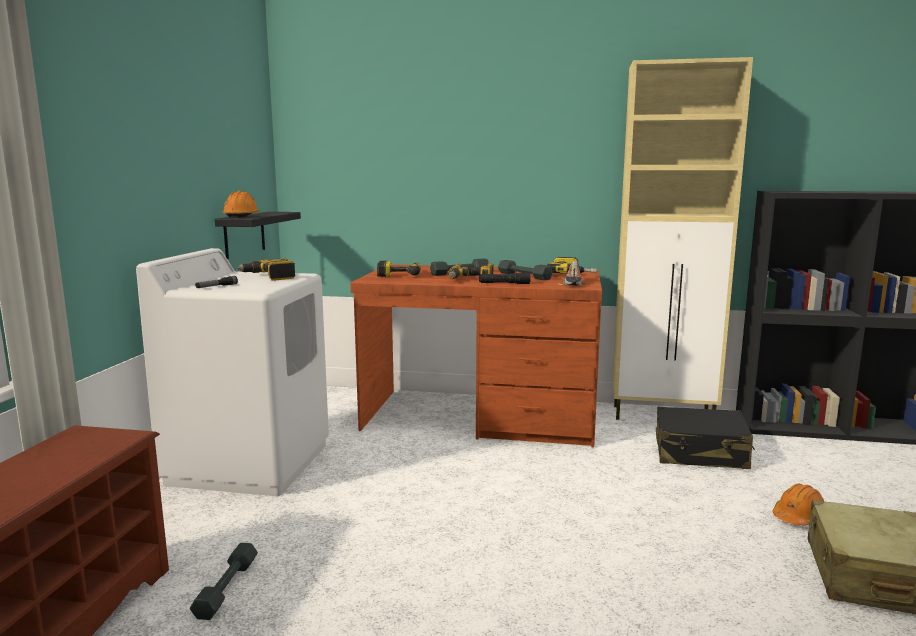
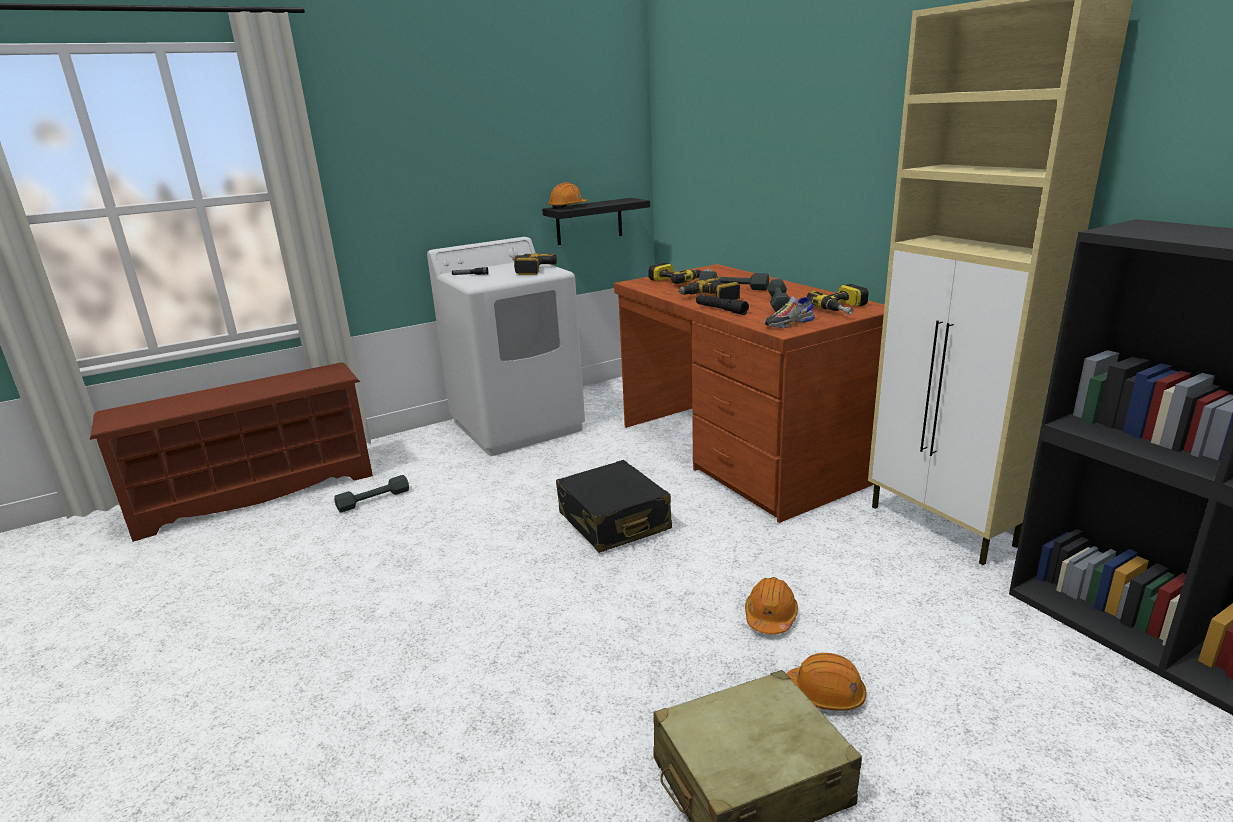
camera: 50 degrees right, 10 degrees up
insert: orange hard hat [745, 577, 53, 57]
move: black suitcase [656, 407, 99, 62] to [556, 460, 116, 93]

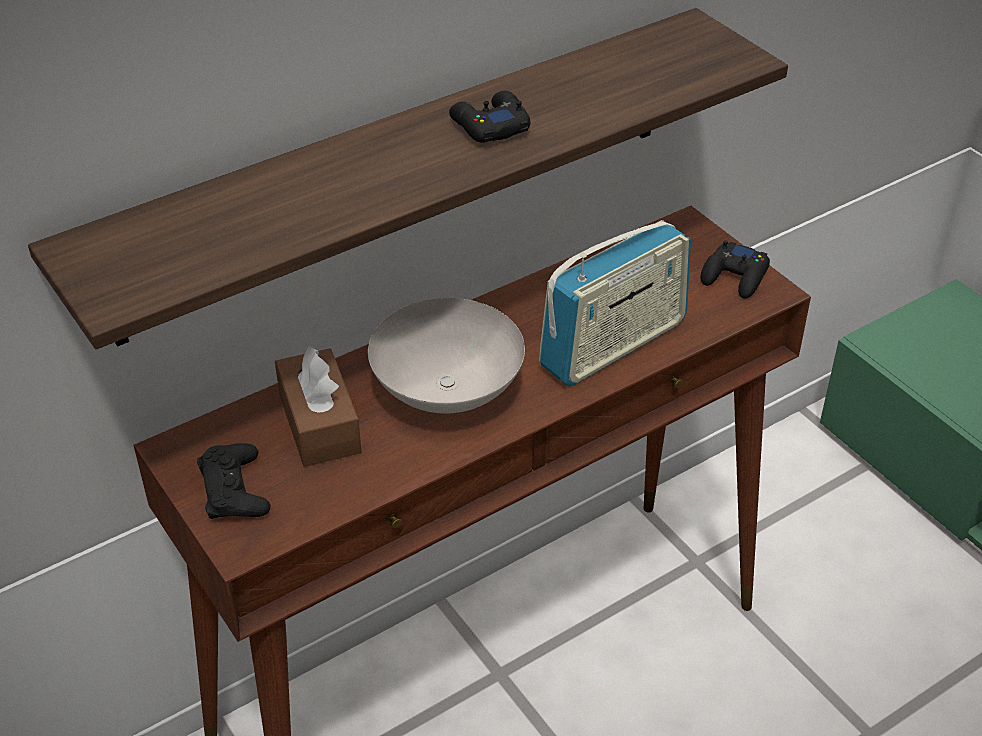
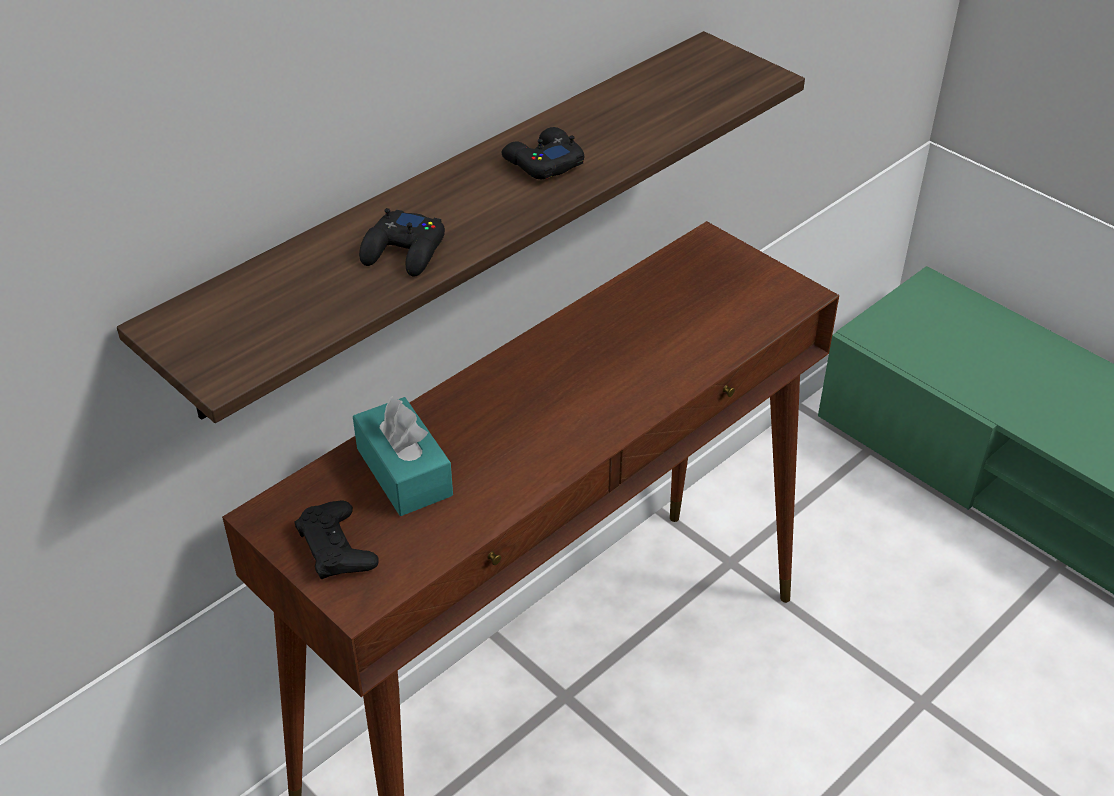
camera: 10 degrees left, 0 degrees up
delete: white bowl [368, 298, 157, 116]; radio [539, 220, 152, 166]
move: black game controller [701, 240, 69, 59] to [359, 208, 86, 69]
recolor: brown tissue box [275, 345, 86, 122] to turquoise tissue box [353, 395, 100, 121]

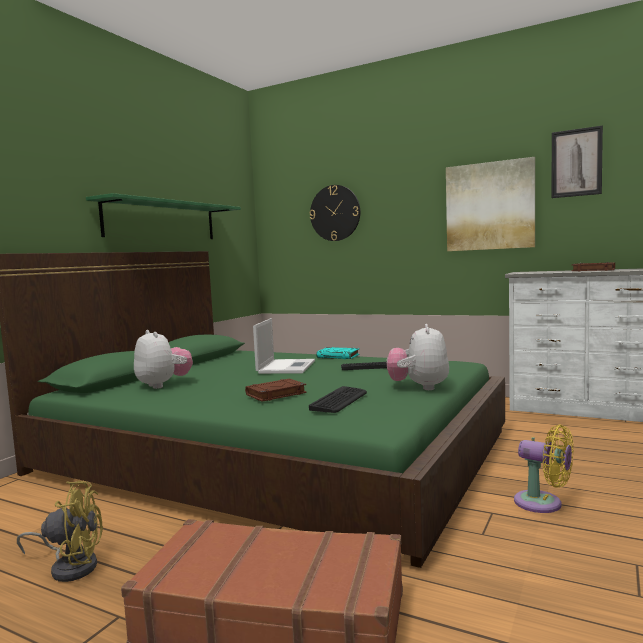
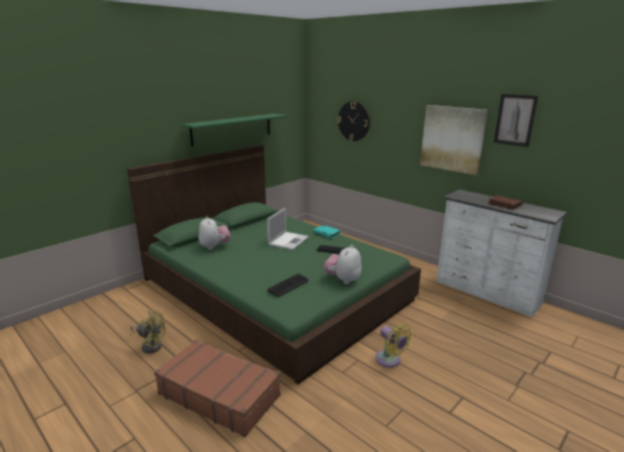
camera: 15 degrees right, 15 degrees up
delete: brown book [245, 378, 62, 24]

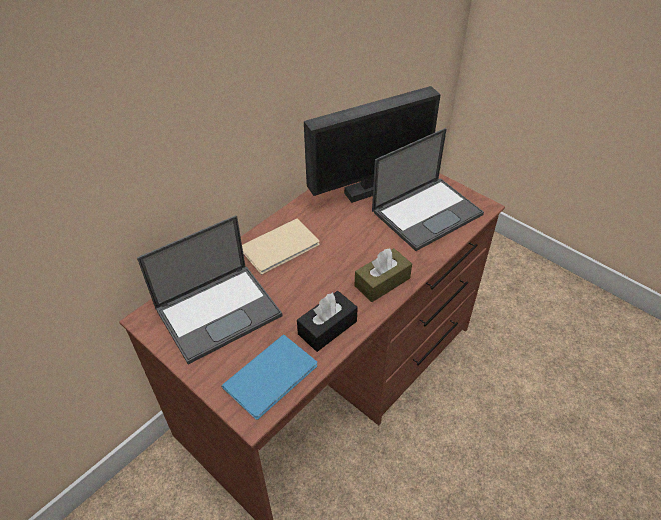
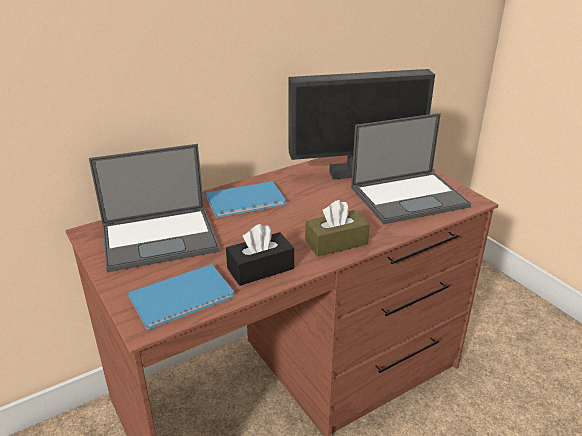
camera: 15 degrees right, 15 degrees down
recolor: beige book [242, 219, 78, 55] to blue book [206, 181, 80, 37]

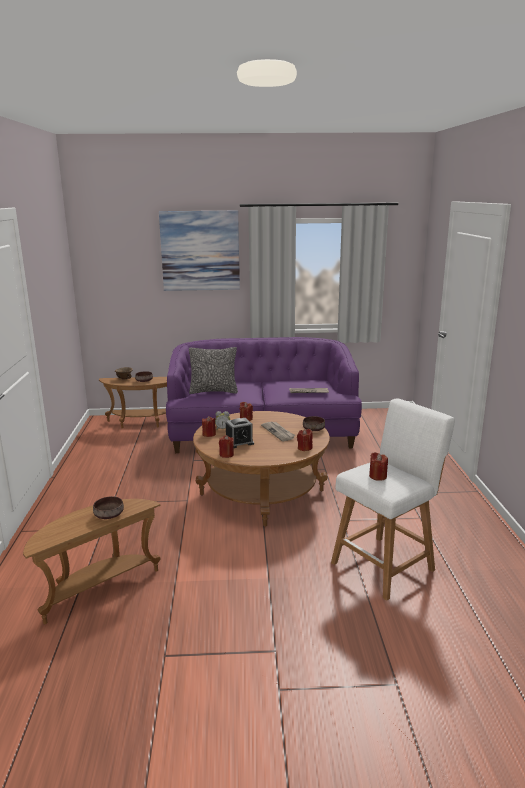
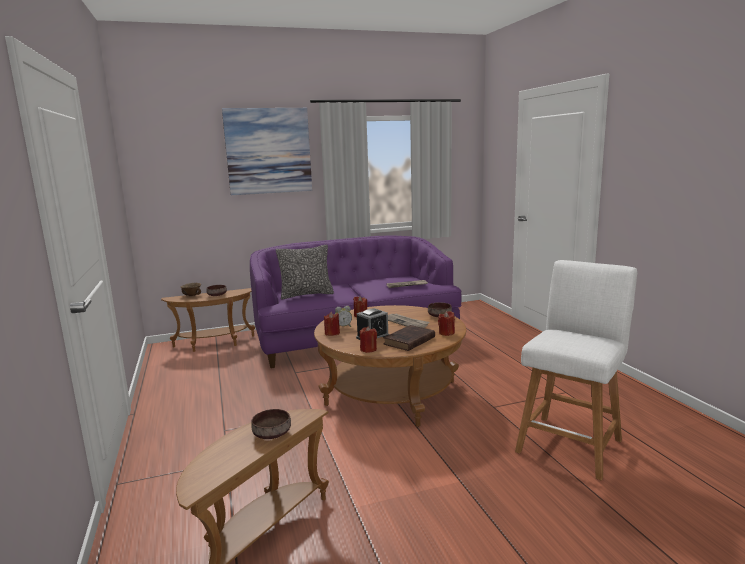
camera: 15 degrees left, 5 degrees down
delete: red candle [369, 452, 19, 29]
insert: brown book [383, 325, 52, 26]

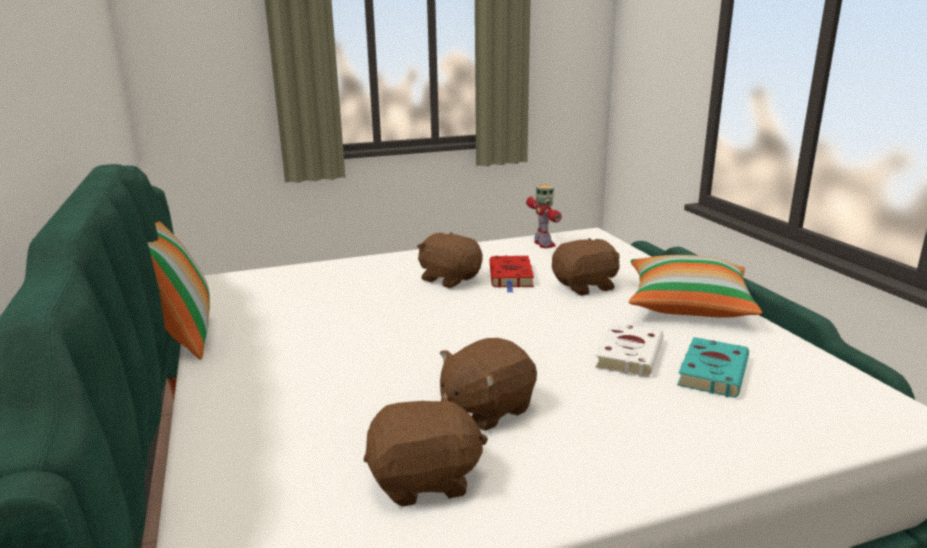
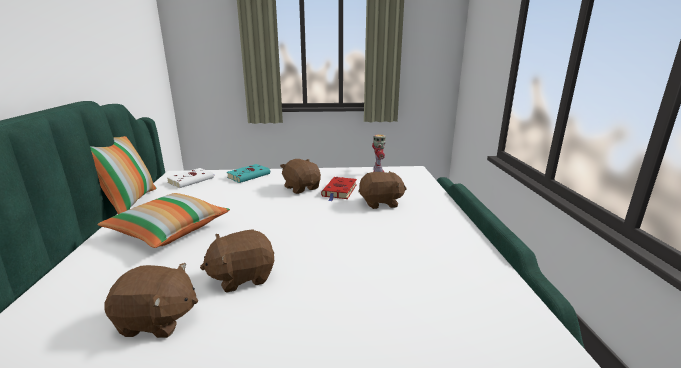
camera: 15 degrees right, 0 degrees up
move: pillow [629, 255, 133, 63] to [97, 193, 133, 55]; white book [595, 322, 69, 55] to [166, 168, 48, 20]; turquoise book [677, 337, 72, 61] to [227, 164, 43, 19]

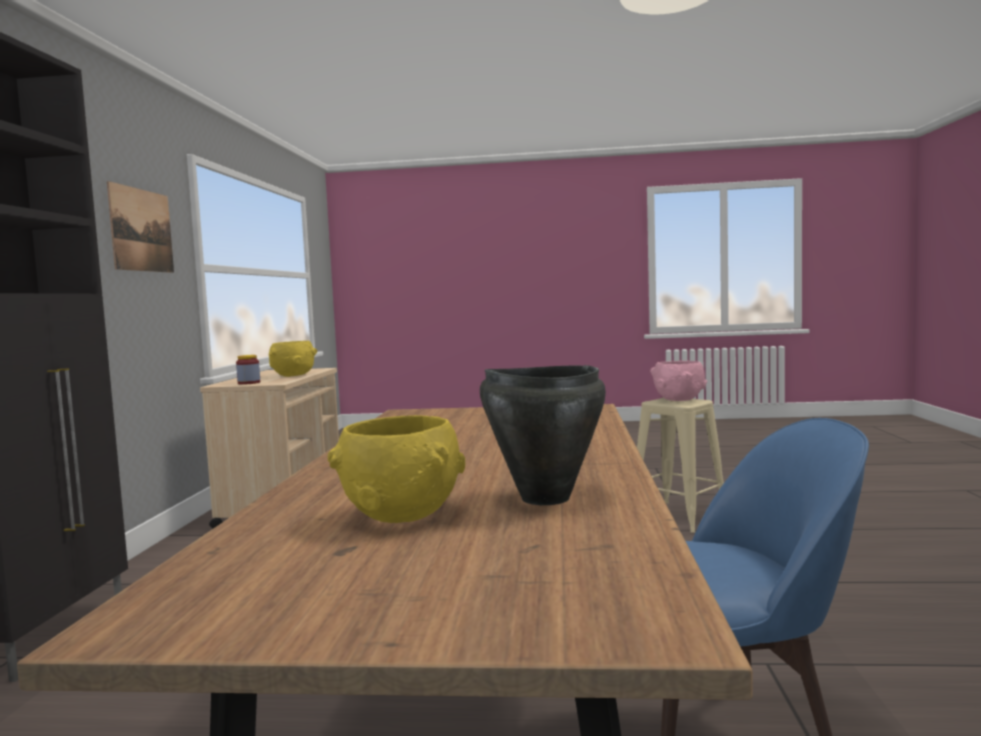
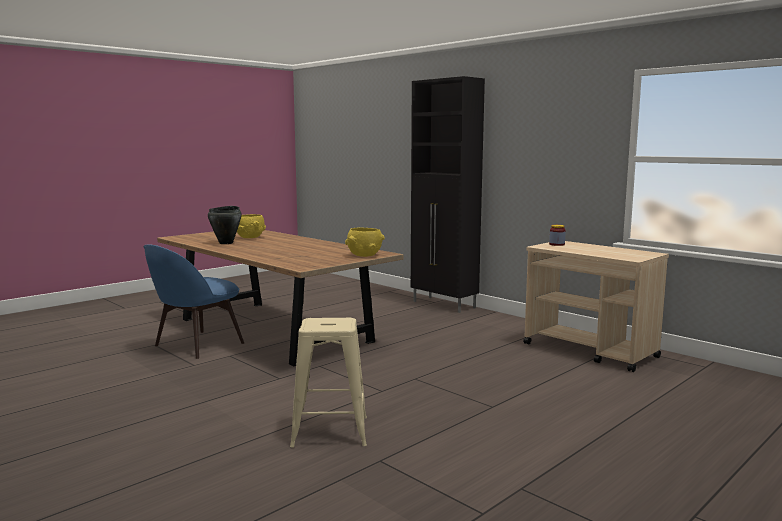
camera: 130 degrees right, 5 degrees up
delete: picture [107, 181, 67, 92]; pink bowl [650, 361, 57, 40]
move: yellow bowl [269, 341, 48, 36] to [345, 227, 40, 30]

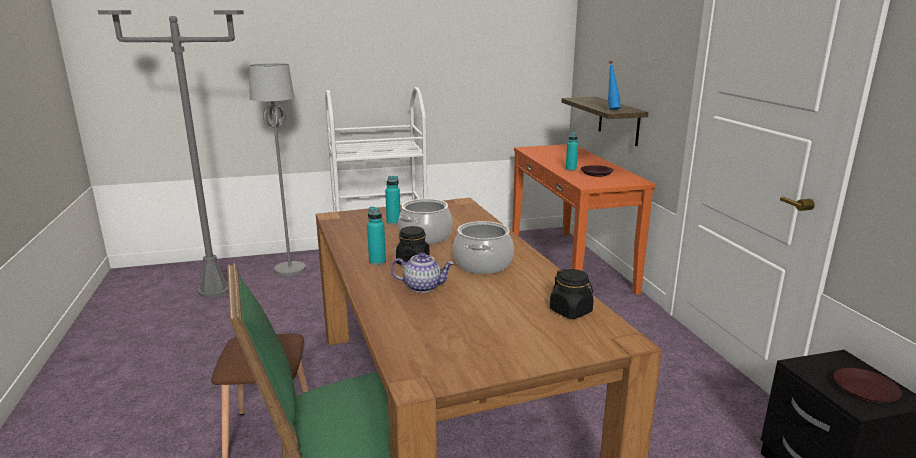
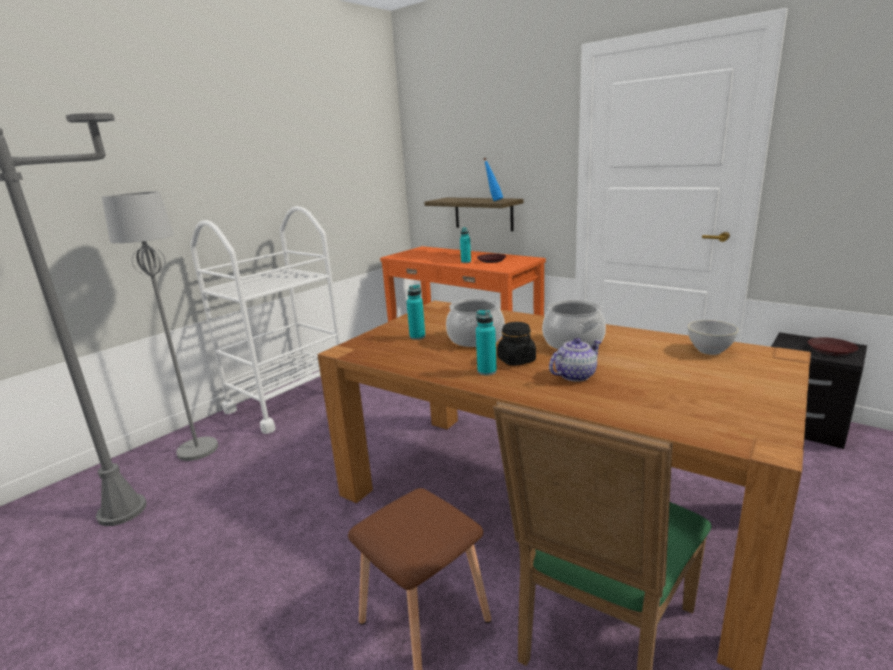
camera: 35 degrees left, 0 degrees up
replace: black jar [550, 269, 43, 50] to grey bowl [688, 320, 50, 35]

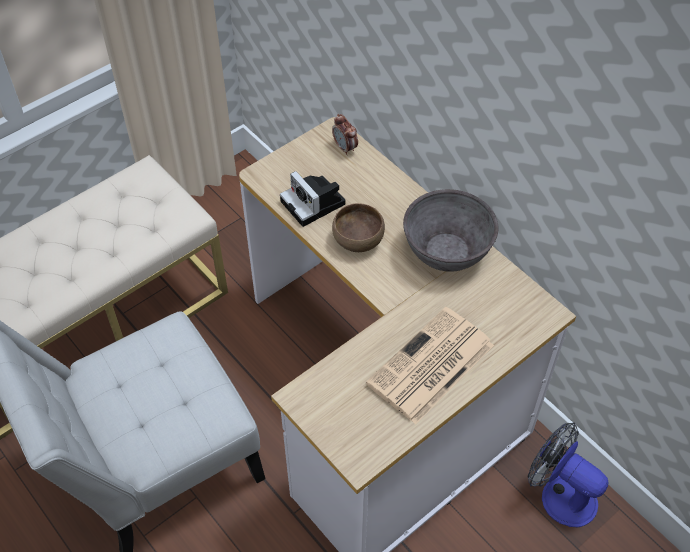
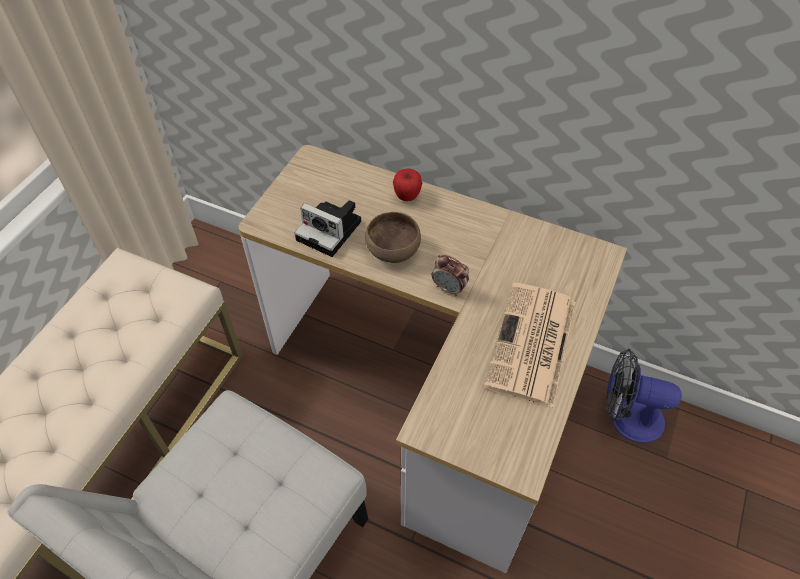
camera: 25 degrees left, 0 degrees up
delete: grey bowl [403, 189, 95, 83]
insert: apple [393, 168, 29, 33]
move: alarm clock [332, 114, 26, 41] to [432, 255, 37, 42]

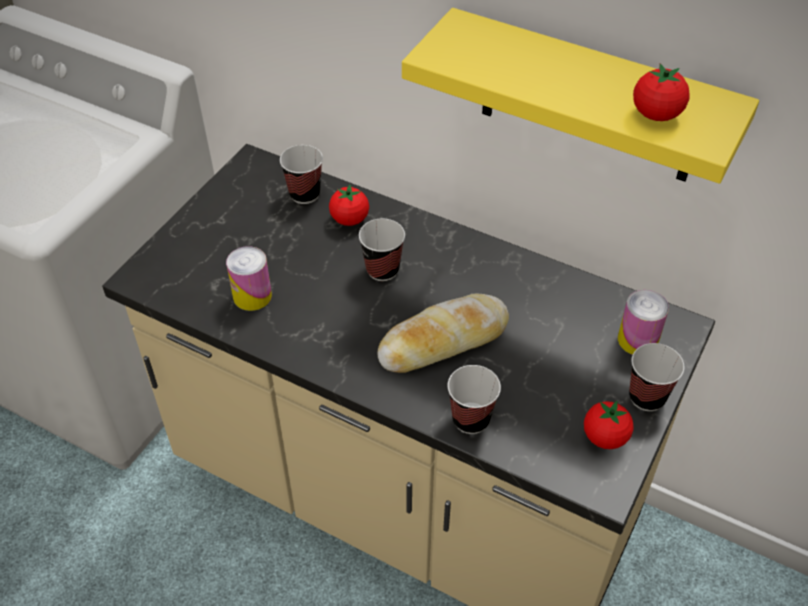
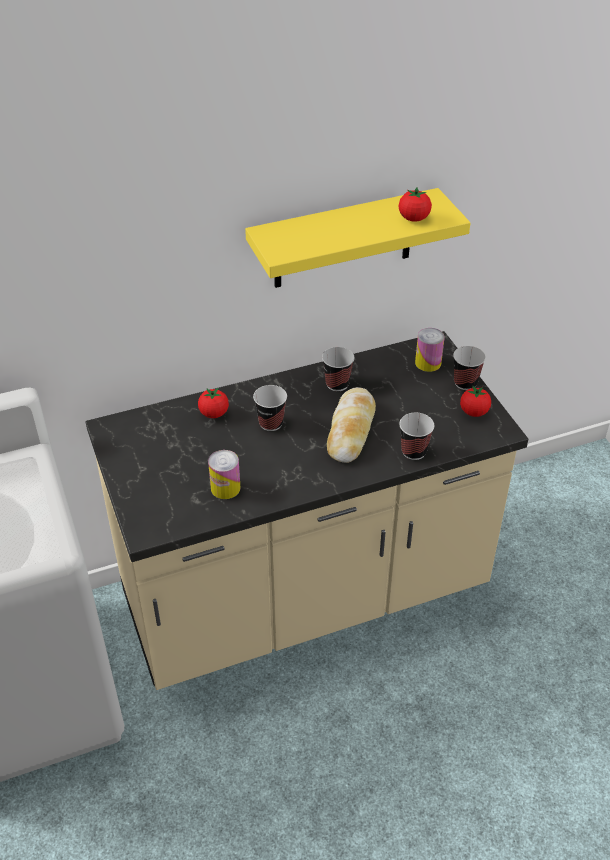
camera: 50 degrees left, 5 degrees down
move: cup [280, 145, 43, 59] to [322, 347, 32, 44]

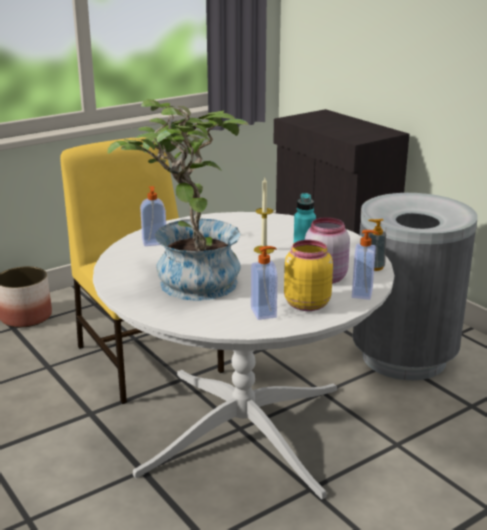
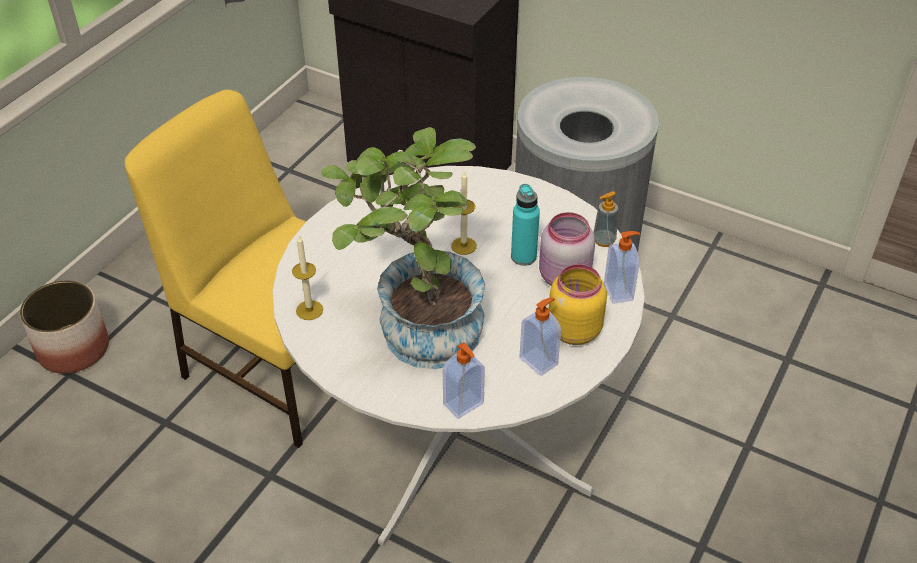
camera: 25 degrees left, 20 degrees up
insert: candle [292, 236, 31, 84]
move: soap dispenser [140, 186, 26, 60] to [443, 342, 42, 77]

